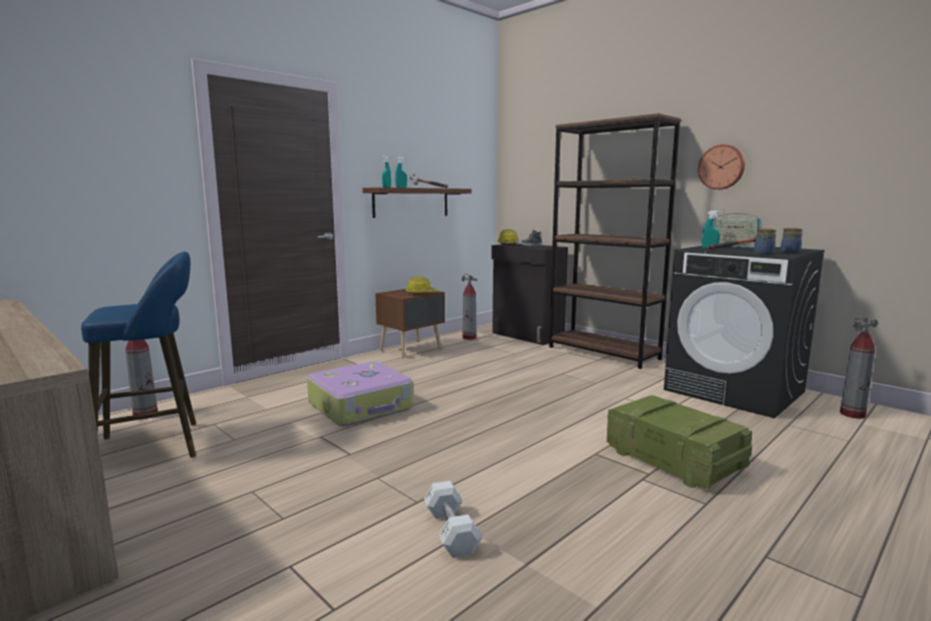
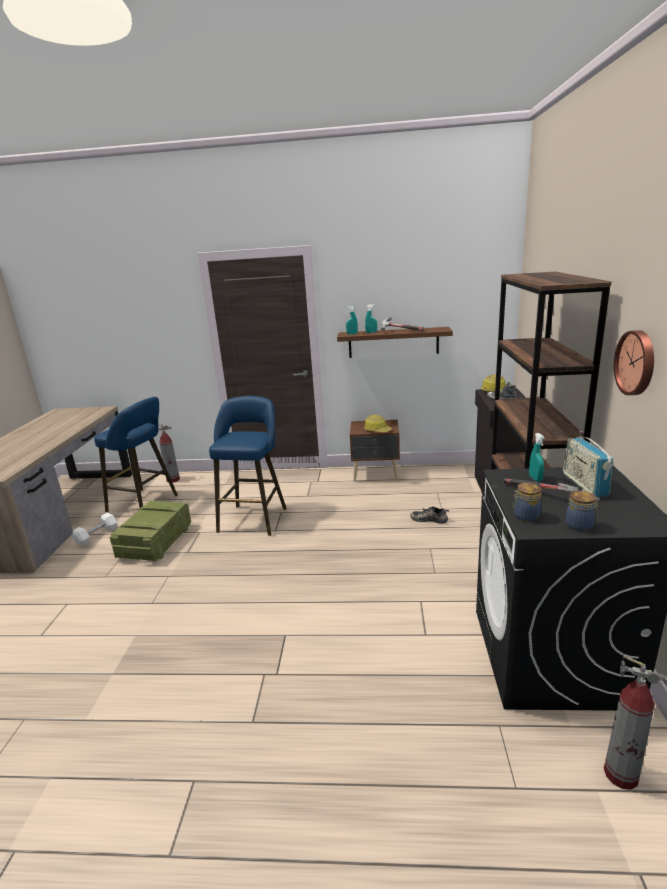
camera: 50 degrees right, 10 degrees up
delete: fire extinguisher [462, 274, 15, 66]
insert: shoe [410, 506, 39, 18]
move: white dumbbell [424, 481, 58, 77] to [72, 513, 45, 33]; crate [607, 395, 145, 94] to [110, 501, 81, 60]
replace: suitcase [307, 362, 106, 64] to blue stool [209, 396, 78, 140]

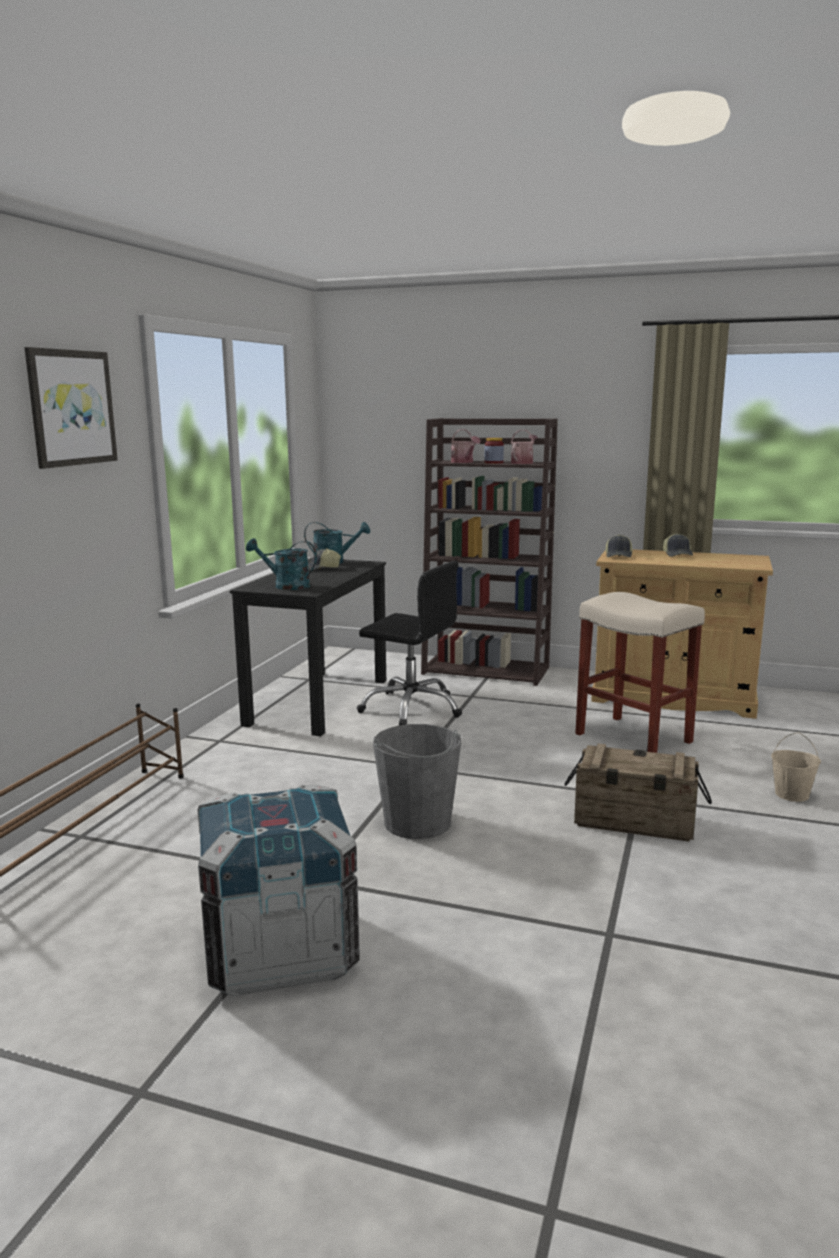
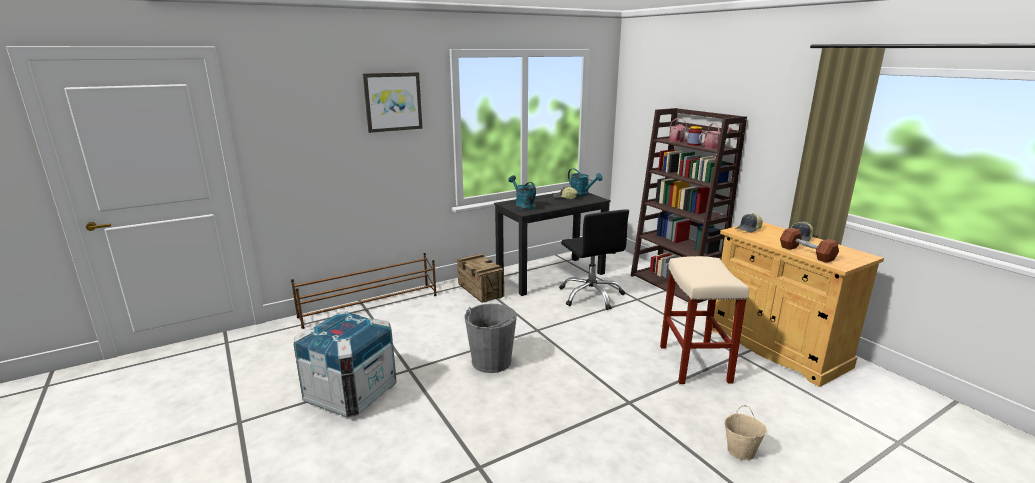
camera: 40 degrees right, 5 degrees up
insert: brown dumbbell [780, 228, 59, 35]
move: crate [565, 743, 147, 99] to [457, 254, 47, 49]

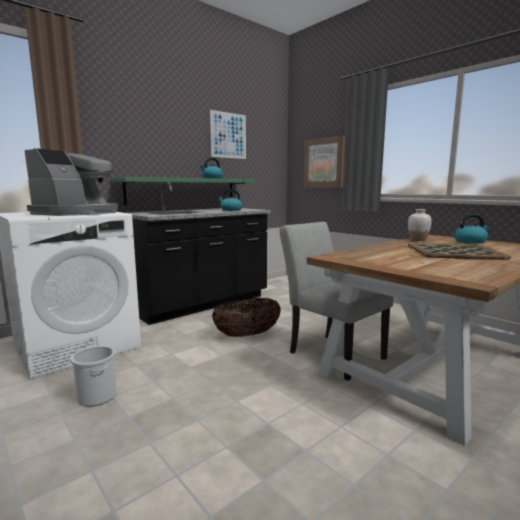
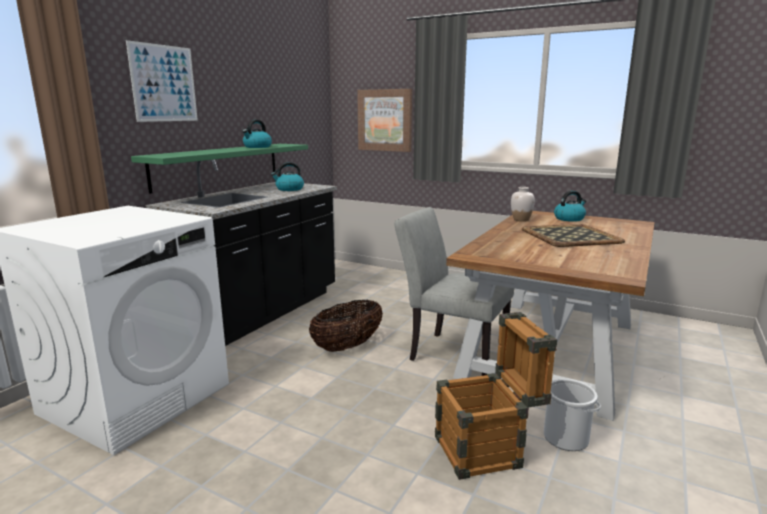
camera: 20 degrees left, 5 degrees up
delete: coffee machine [24, 148, 94, 68]
insert: crate [435, 312, 122, 168]
move: picture [210, 110, 36, 49] to [126, 40, 72, 82]; bucket [70, 346, 47, 60] to [544, 379, 57, 72]

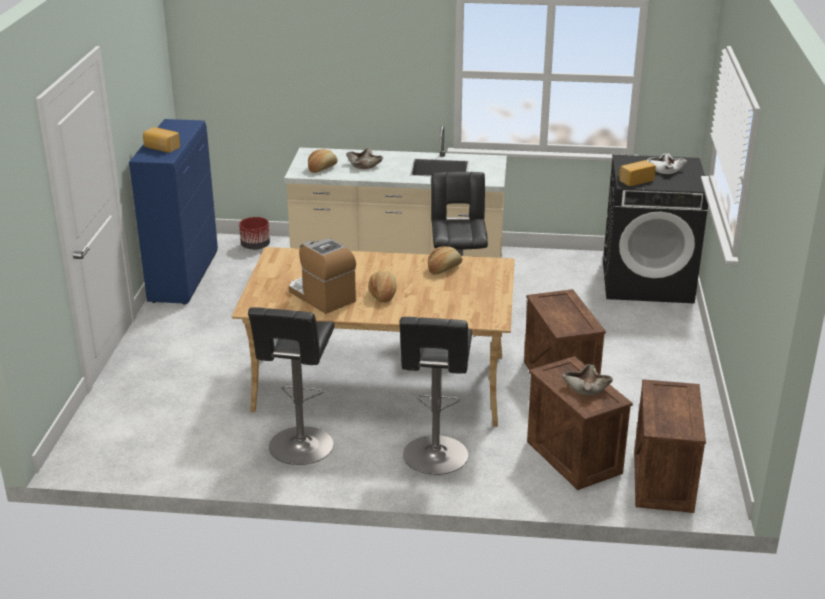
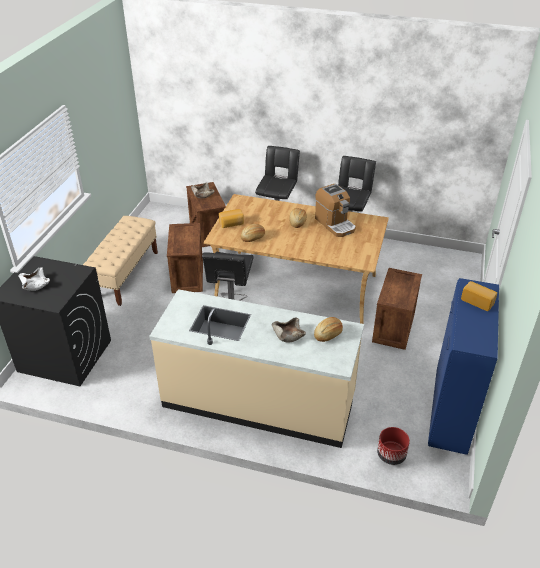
camera: 170 degrees left, 10 degrees up
insert: beige bench [83, 216, 75, 90]
move: bread [619, 160, 37, 26] to [219, 209, 25, 19]; crate [634, 379, 72, 134] to [372, 268, 50, 82]

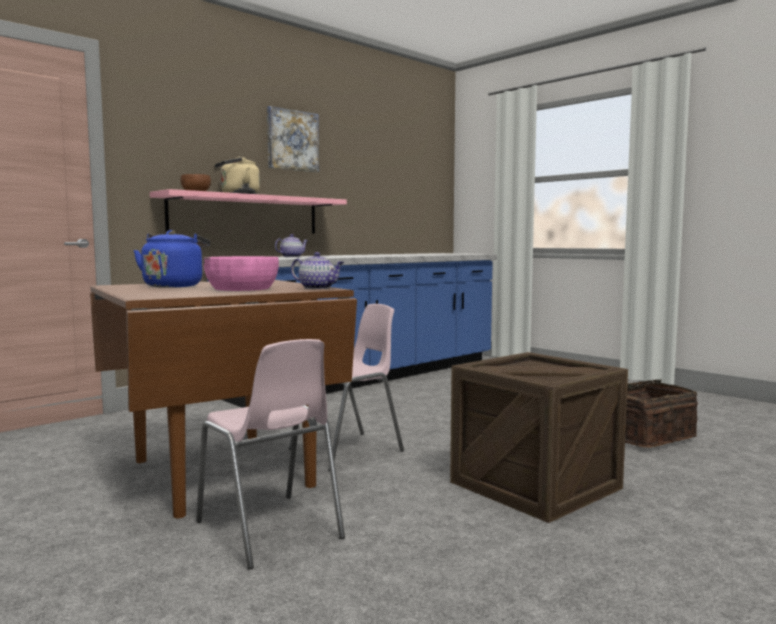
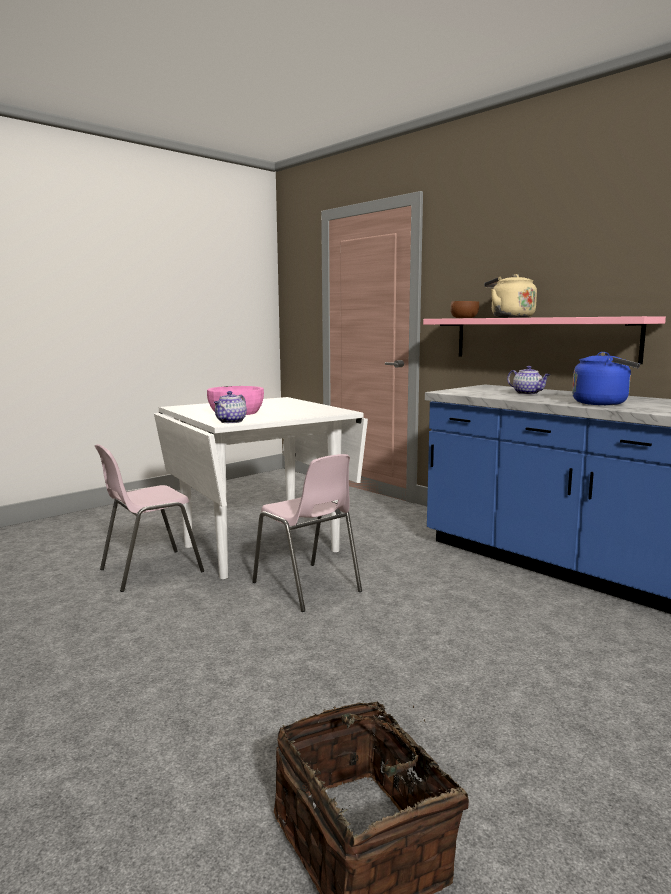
camera: 90 degrees right, 5 degrees up
delete: picture [267, 106, 52, 66]; crate [450, 352, 178, 171]
move: blue kettle [133, 230, 77, 58] to [572, 352, 68, 53]
recolor: brown dining table [90, 280, 267, 239] to white dining table [154, 397, 214, 182]

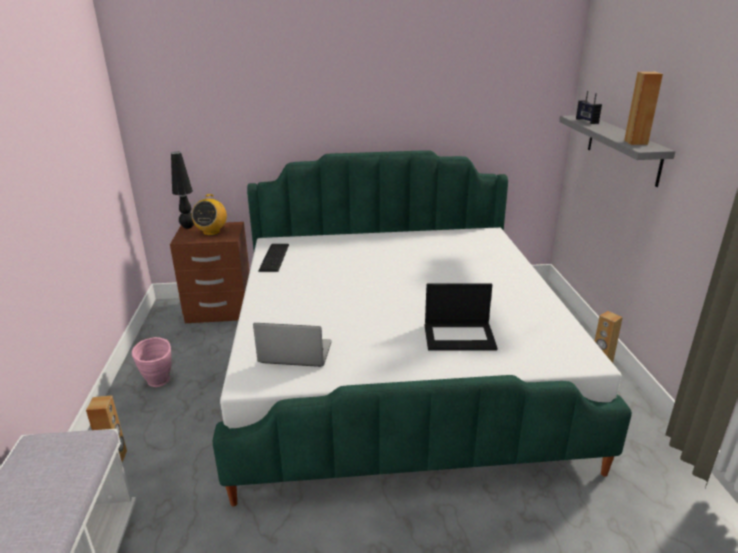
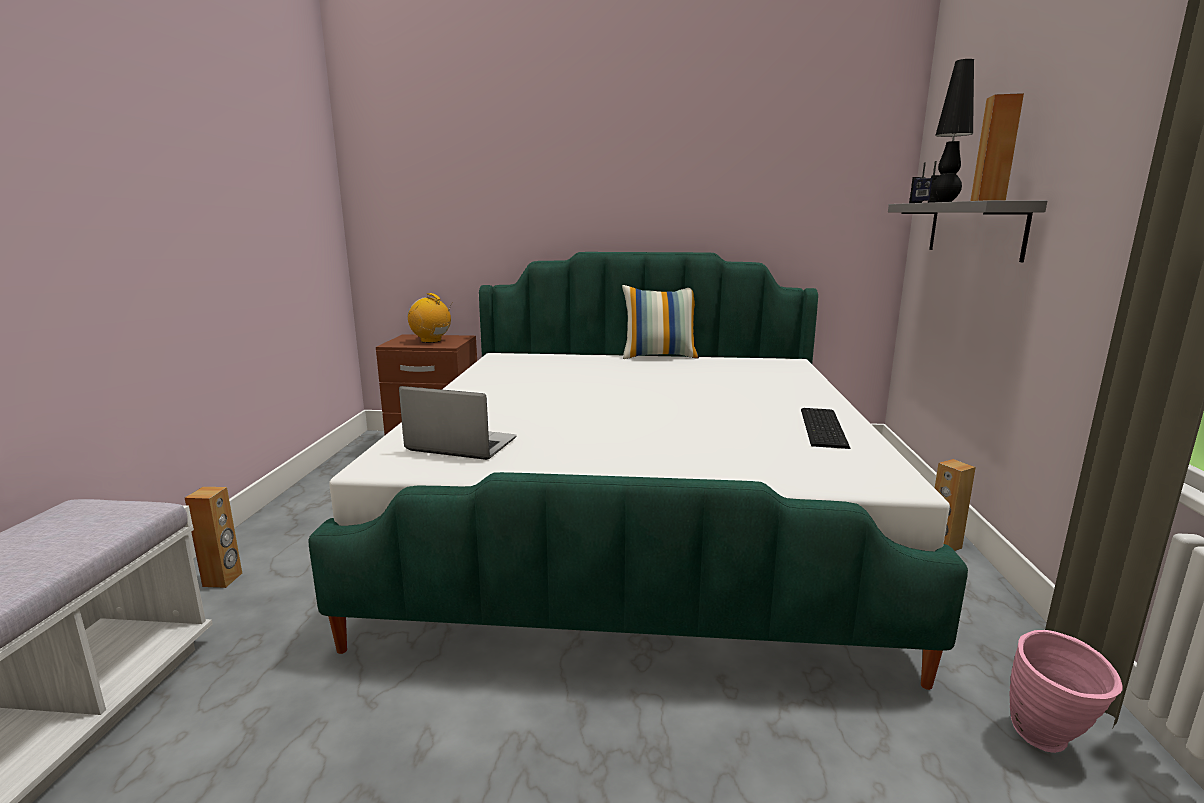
camera: 10 degrees right, 10 degrees down
delete: laptop [425, 283, 72, 68]
insert: pillow [622, 285, 77, 74]
move: keyboard [258, 244, 31, 28] to [801, 408, 49, 41]; black table lamp [171, 152, 23, 77] to [931, 59, 43, 143]; pink vase [132, 337, 40, 50] to [1009, 630, 114, 123]
rotate: radio [192, 194, 35, 42] = [407, 293, 46, 50] 105 degrees clockwise

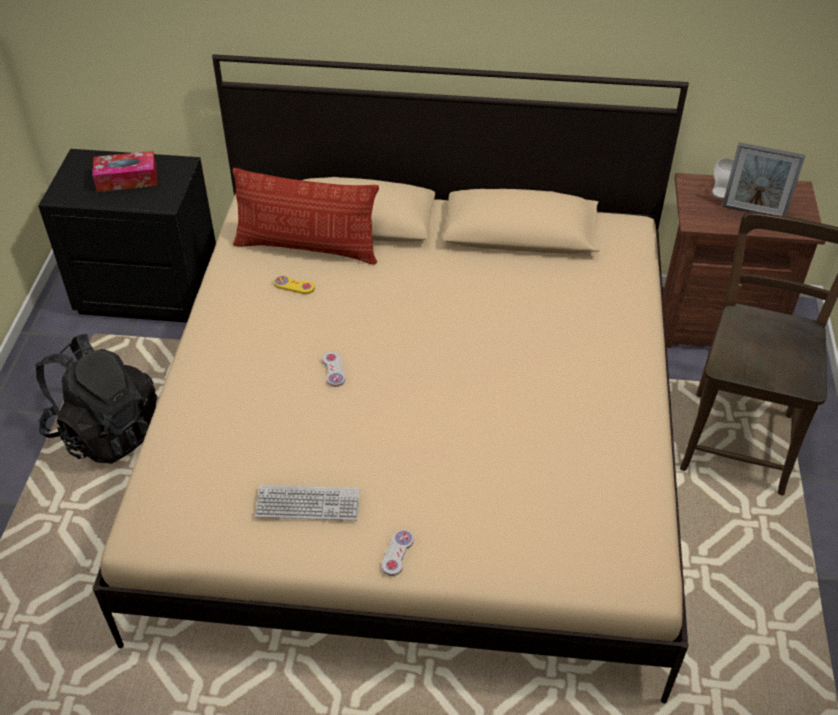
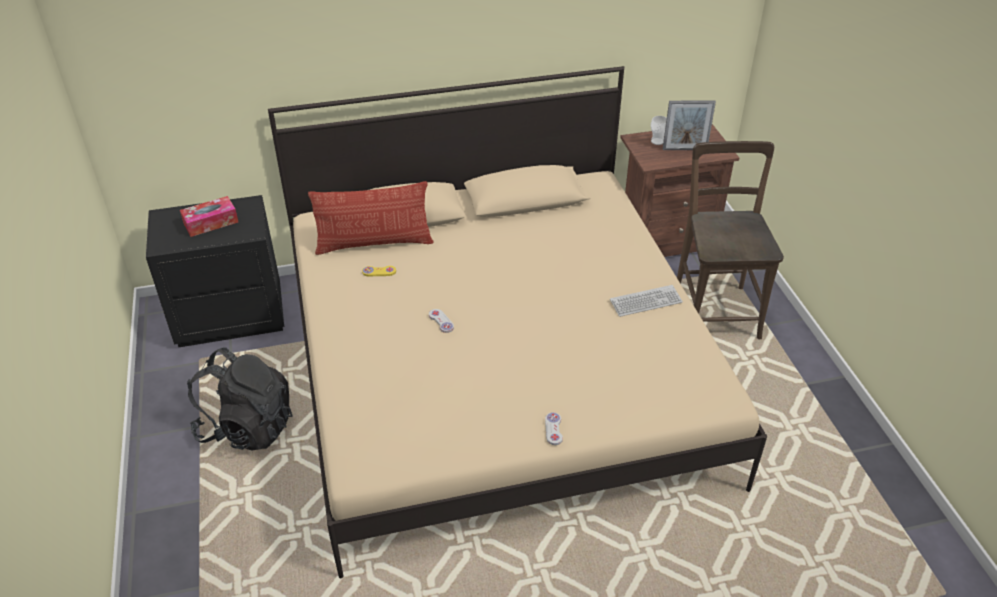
camera: 20 degrees left, 5 degrees down
move: keyboard [255, 485, 105, 36] to [610, 285, 73, 32]

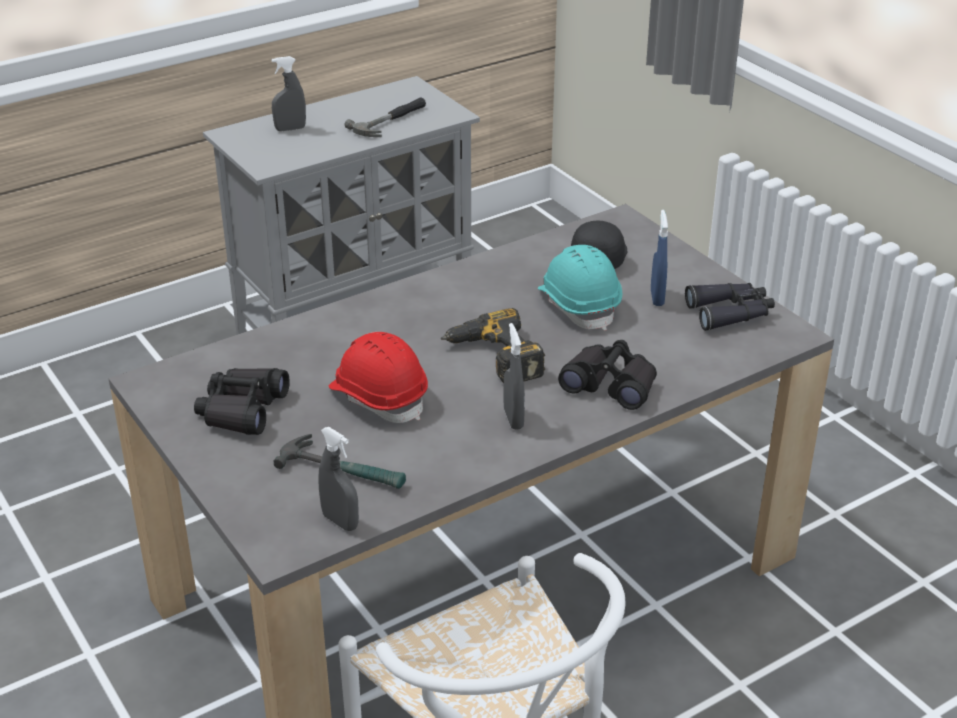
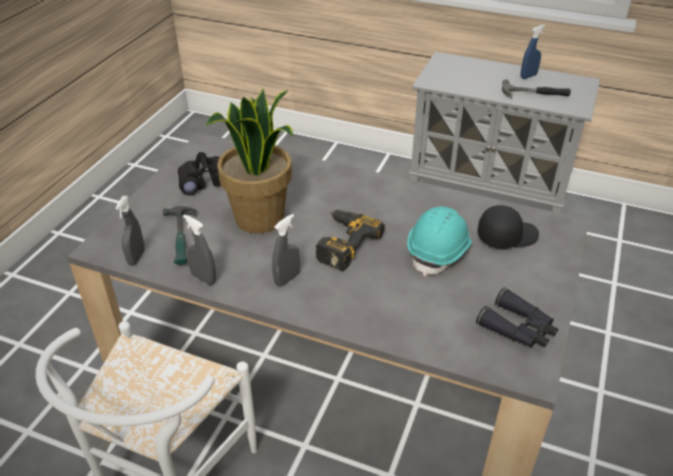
camera: 55 degrees right, 5 degrees up
delete: black binoculars [558, 340, 99, 70]
move: grey spray bottle [272, 56, 34, 75] to [183, 214, 33, 71]; blue spray bottle [651, 210, 17, 96] to [521, 25, 24, 54]
replace: red hard hat [329, 332, 99, 91] to potted plant [206, 88, 87, 145]

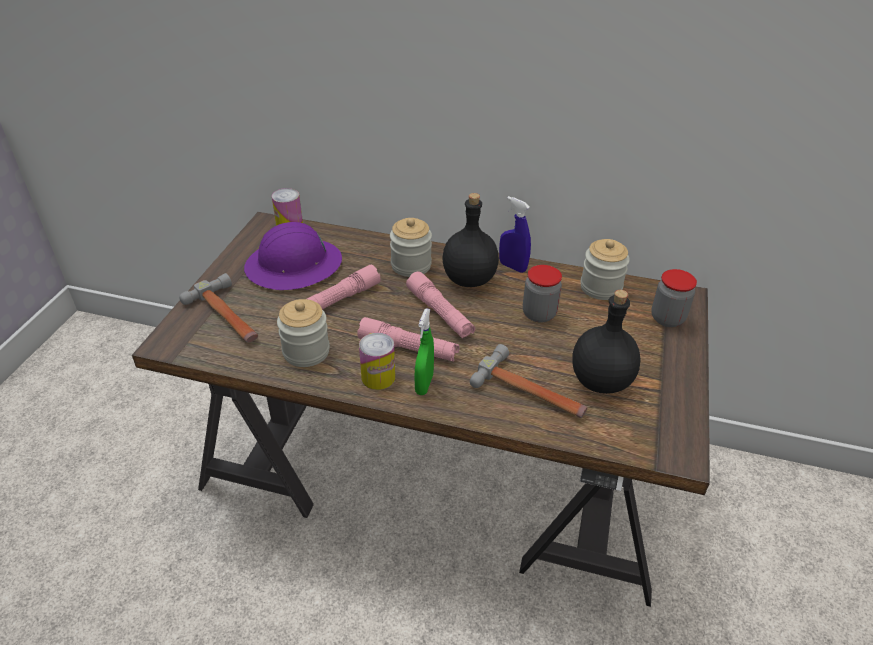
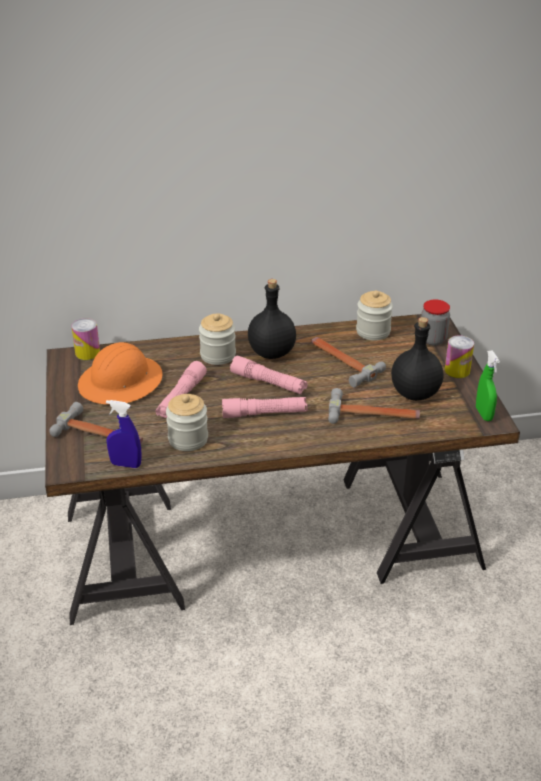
camera: 25 degrees left, 5 degrees down
move: blue spray bottle [499, 196, 32, 77] to [106, 400, 36, 68]; can [359, 333, 36, 57] to [445, 336, 29, 42]; green spray bottle [415, 308, 19, 87] to [476, 350, 24, 71]
replace: jar [523, 265, 39, 58] to hammer [311, 337, 75, 51]
recolor: purple hard hat [244, 222, 98, 68] to orange hard hat [78, 342, 84, 63]

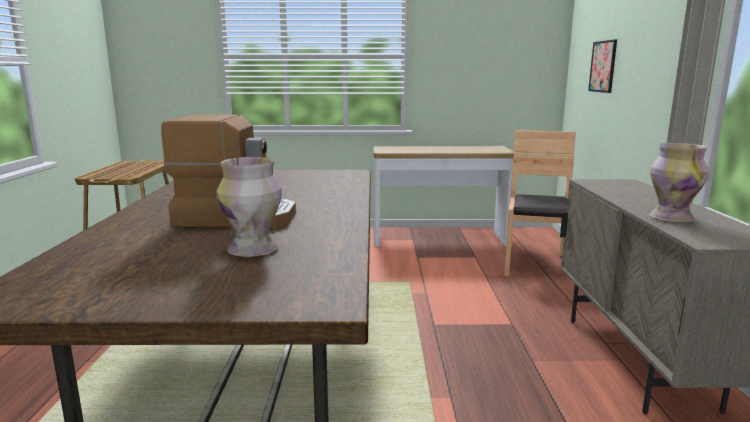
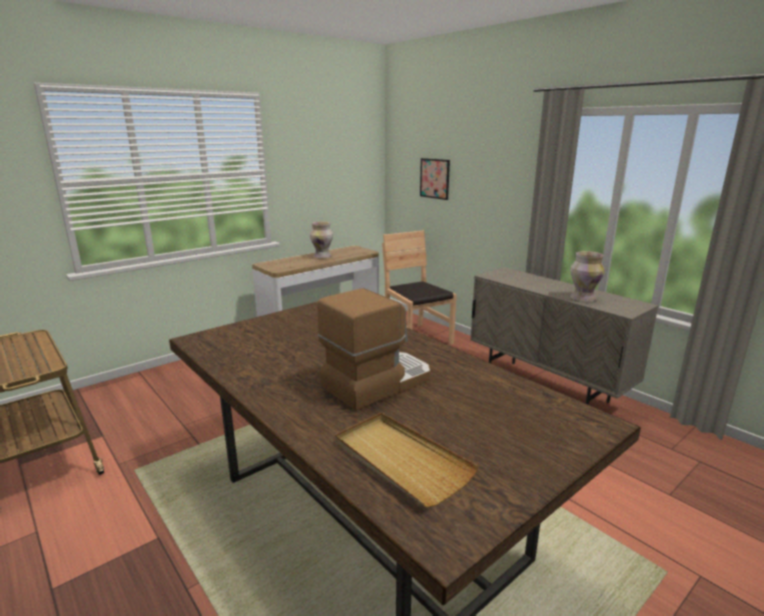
camera: 40 degrees left, 5 degrees up
insert: beige tray [335, 413, 144, 94]
move: vase [217, 157, 65, 100] to [310, 222, 23, 36]

